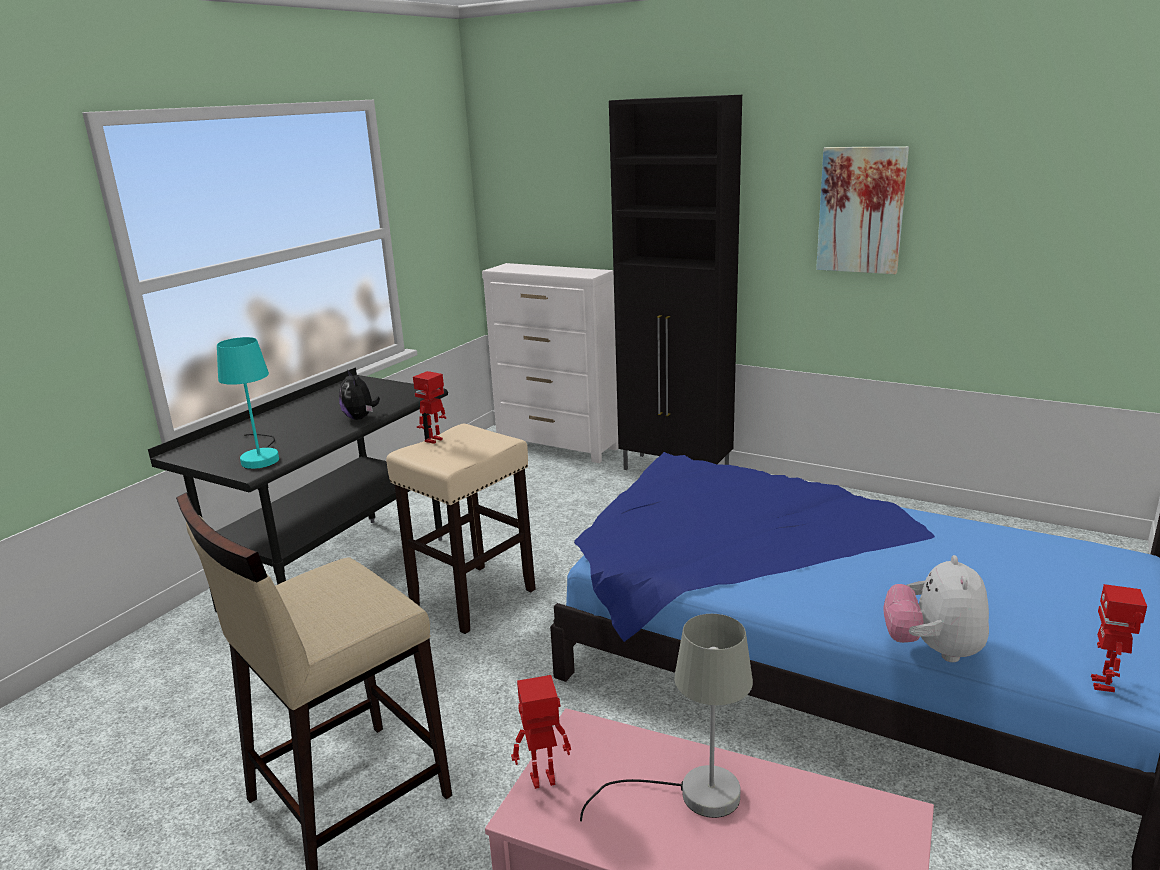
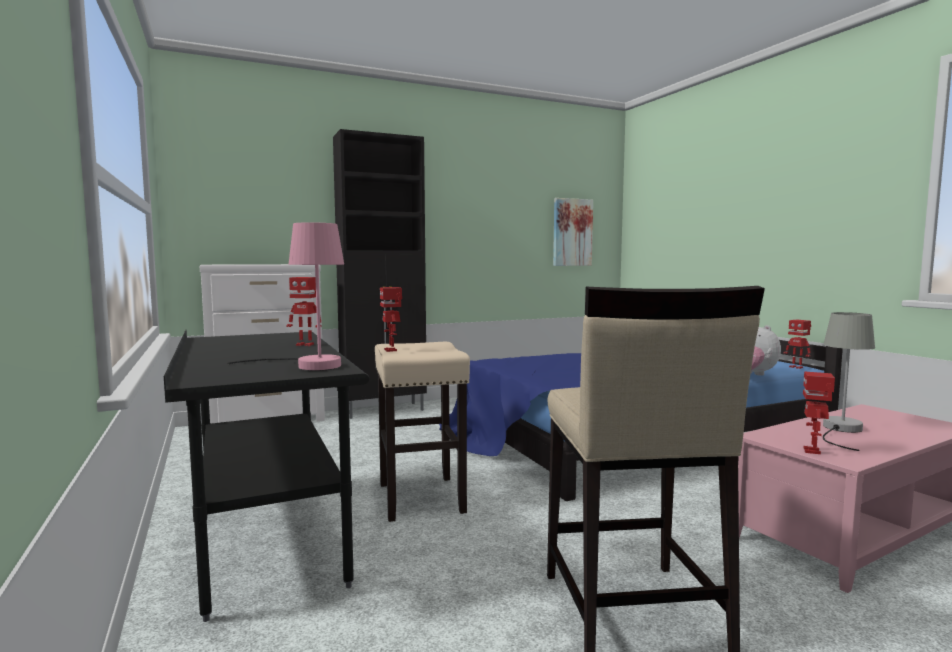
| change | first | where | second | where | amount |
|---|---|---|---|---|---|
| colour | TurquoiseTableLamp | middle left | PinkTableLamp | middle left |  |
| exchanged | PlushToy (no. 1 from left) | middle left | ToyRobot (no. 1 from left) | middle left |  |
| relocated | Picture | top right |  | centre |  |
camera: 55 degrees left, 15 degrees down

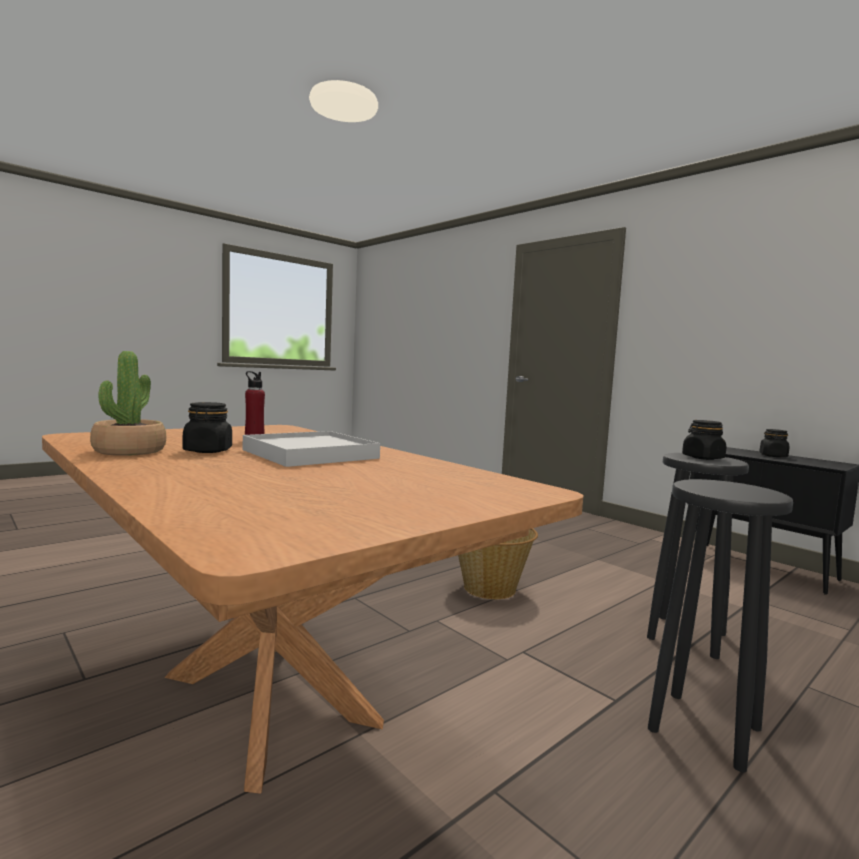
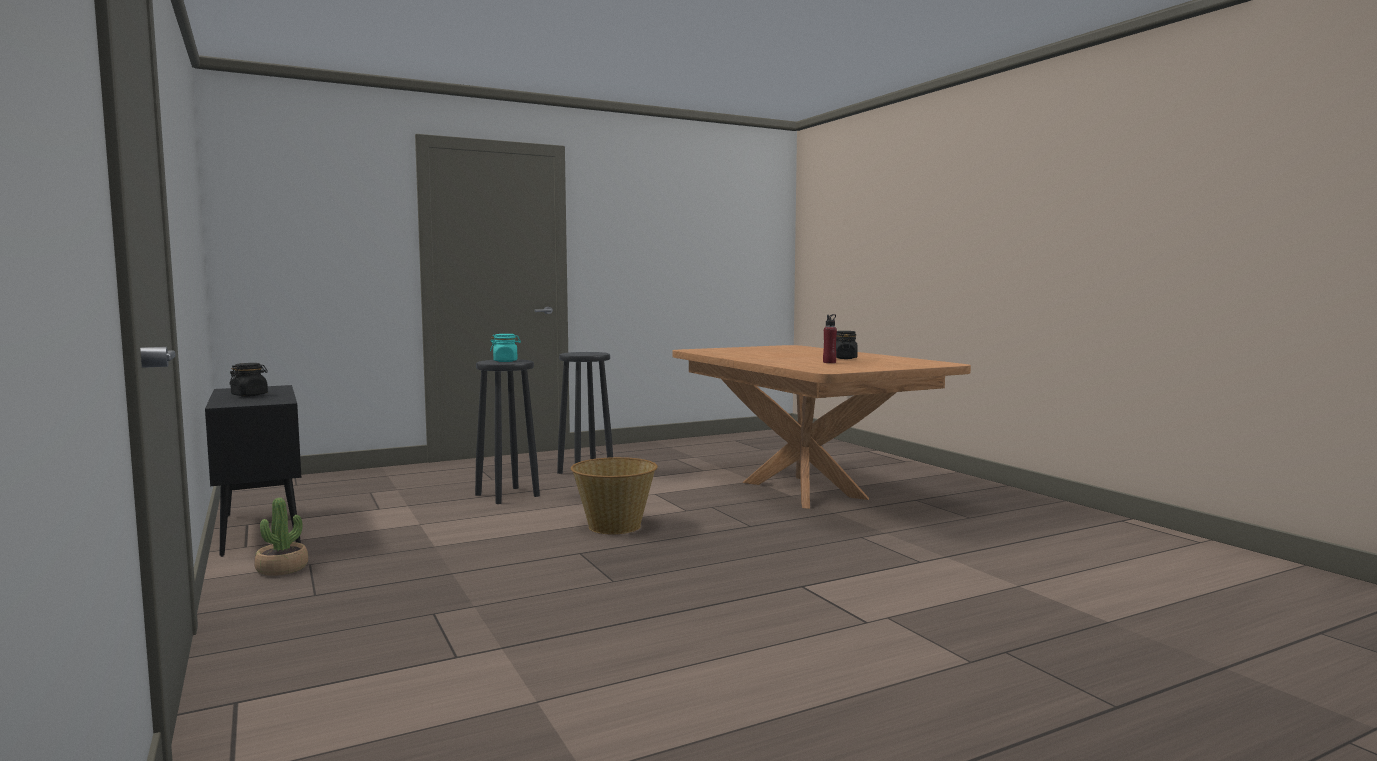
| change | first | where | second | where | amount |
|---|---|---|---|---|---|
| relocated | PottedPlant | middle left |  | bottom left |  |
| colour | BlackJar (no. 2 from left) | middle right | TurquoiseJar | centre |  |
| missing | WhiteTray | centre |  |  |  |
camera: 165 degrees left, 0 degrees up

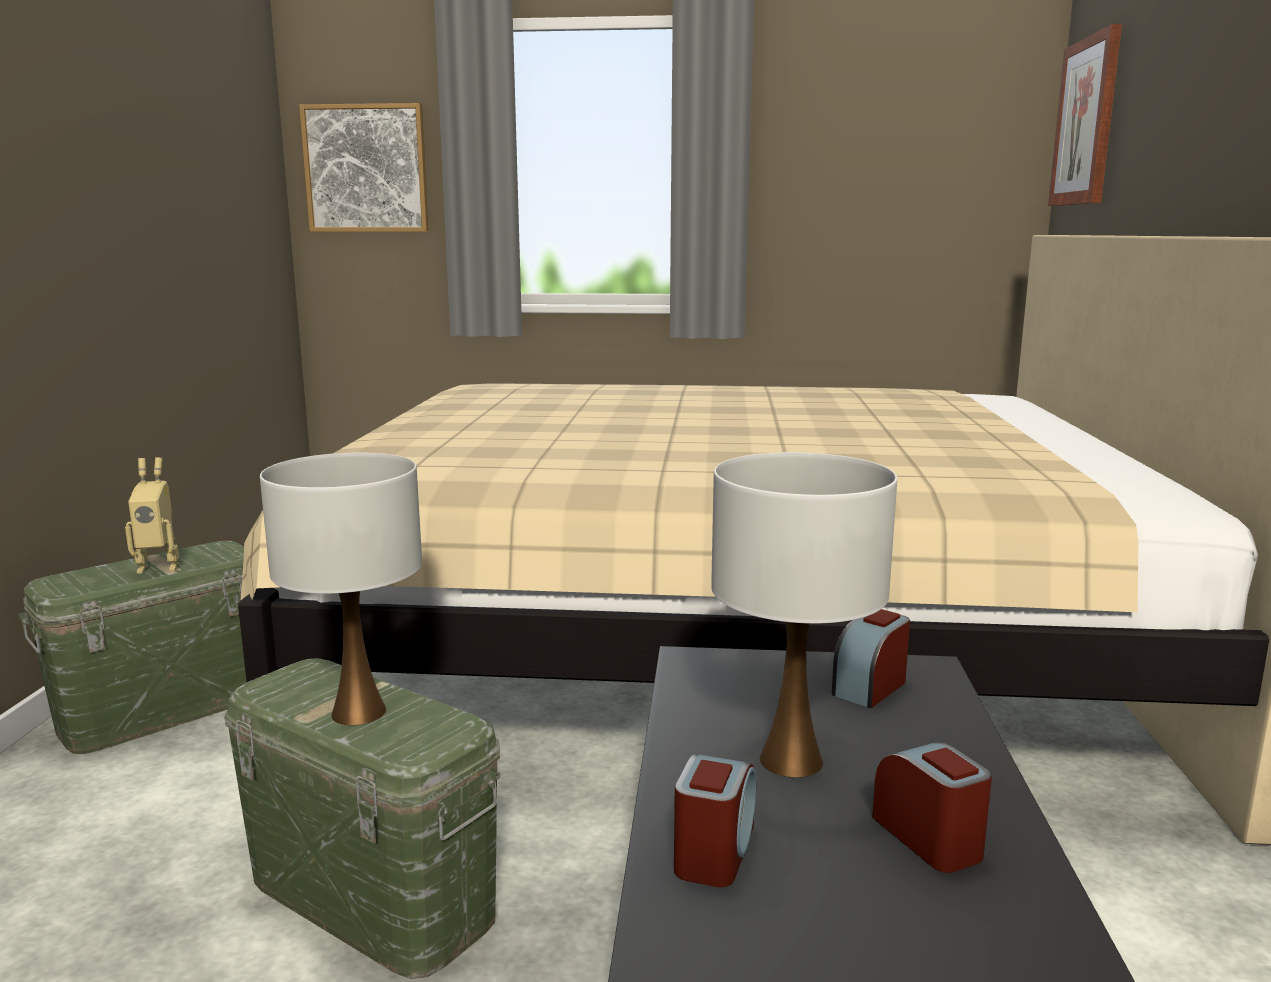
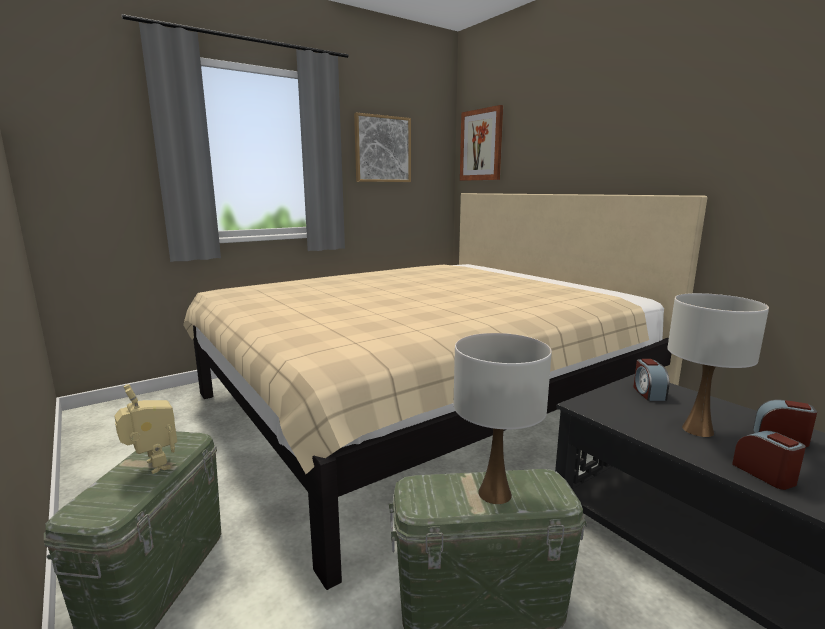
| change | first | where | second | where | amount |
|---|---|---|---|---|---|
| spun | ToyRobot | middle left |  | bottom left | 75 degrees counterclockwise |
| relocated | Picture (no. 1 from left) | top left |  | top centre |  |
camera: 40 degrees left, 0 degrees up

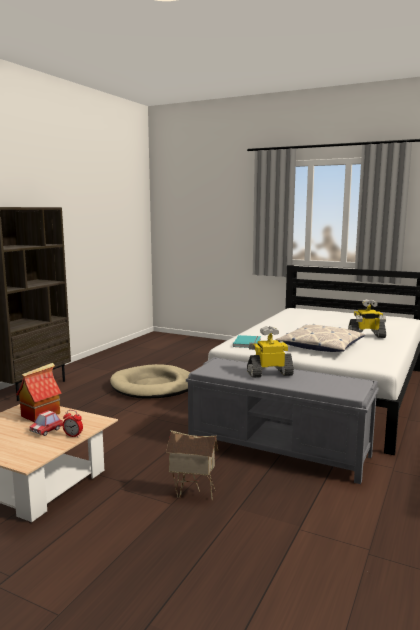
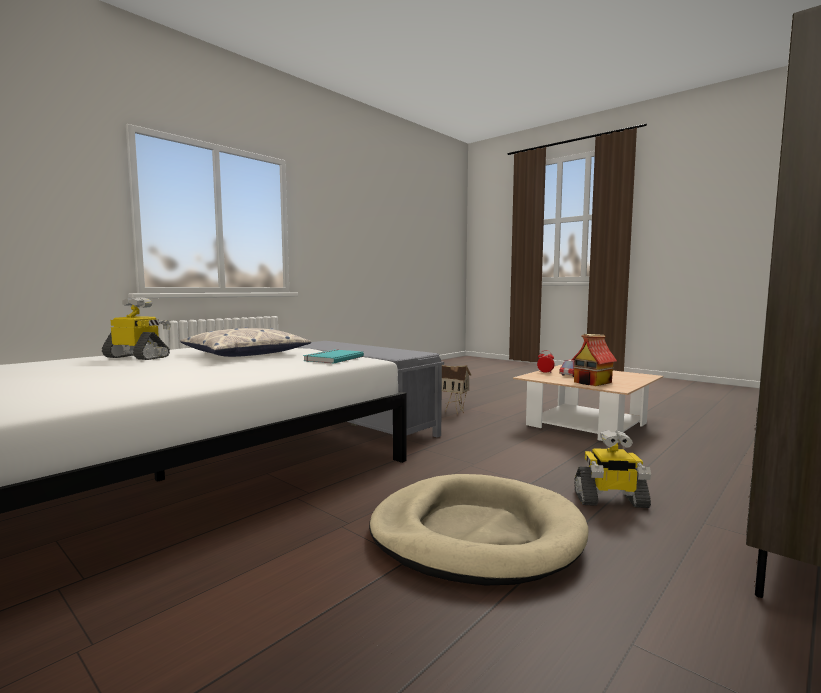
| change | first | where | second | where | amount |
|---|---|---|---|---|---|
| relocated | ToyRobot (no. 1 from left in the first image) | centre | ToyRobot (no. 2 from left) | bottom right |  |
camera: 165 degrees left, 5 degrees down

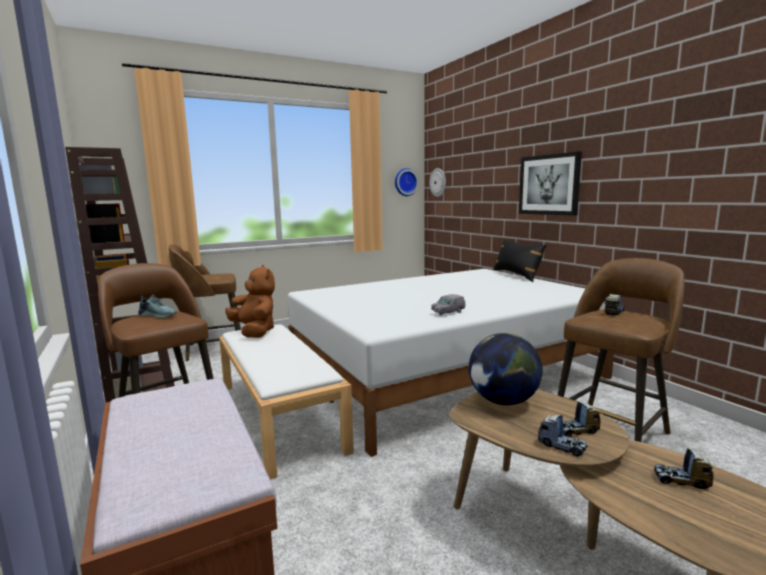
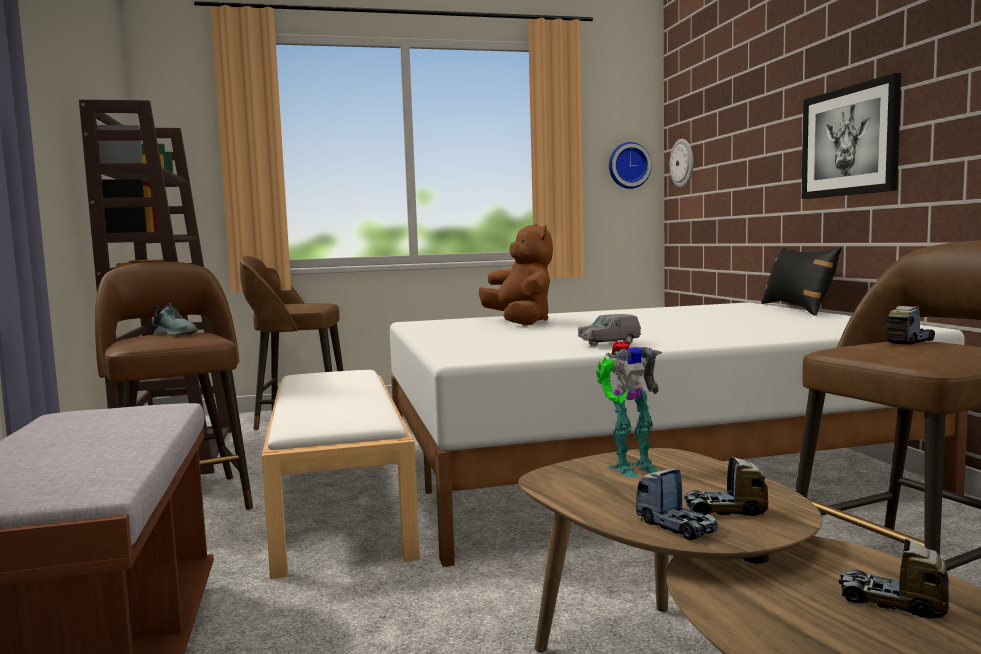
| change | first | where | second | where | amount |
|---|---|---|---|---|---|
| relocated | BrownPlushToy | middle left |  | centre |  |
| exchanged | Globe | centre | ToyRobot | centre |  |
camera: 15 degrees right, 5 degrees down

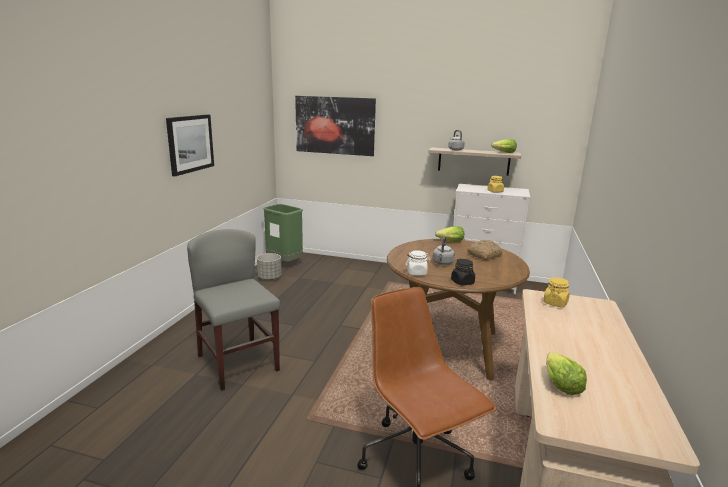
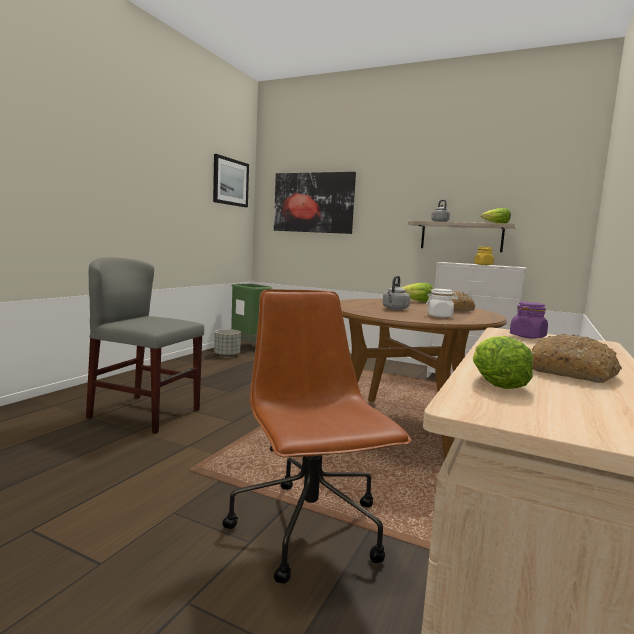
| change | first | where | second | where | amount |
|---|---|---|---|---|---|
| spun | GreyChair | middle left |  | middle left | 45 degrees counterclockwise |
| relocated | Picture (no. 1 from left) | top left |  | top centre |  |
| relocated | WhiteJar | centre |  | middle right |  |
| colour | YellowJar (no. 2 from left) | middle right | PurpleJar | middle right |  |
| appeared |  |  | Bread (no. 2 from left) | middle right |  |
| missing | BlackJar | centre |  |  |  |
camera: 10 degrees right, 10 degrees down

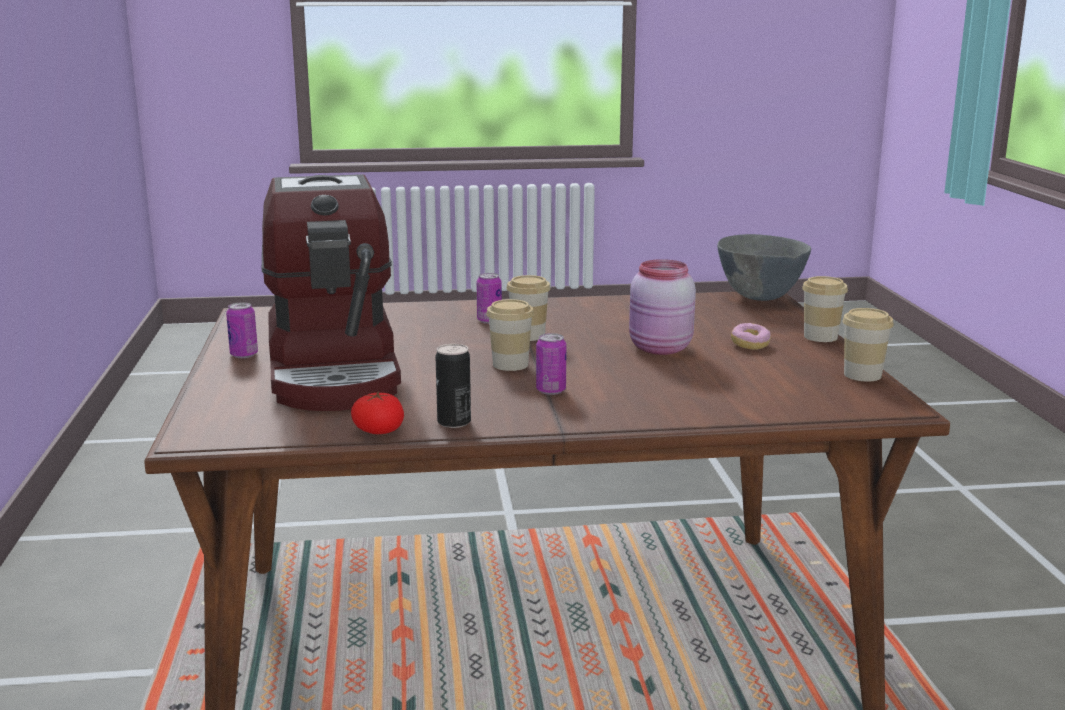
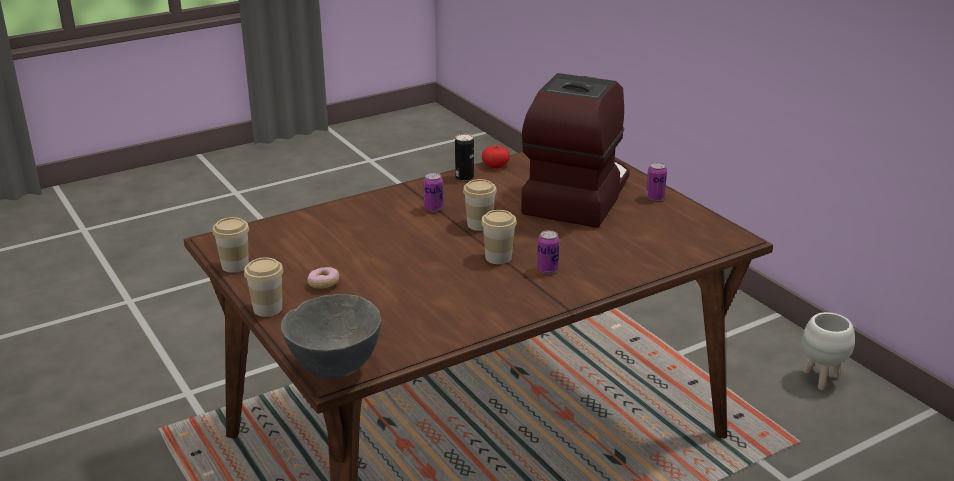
| change | first | where | second | where | amount |
|---|---|---|---|---|---|
| spun | CoffeeMachine | middle left |  | top centre | 60 degrees clockwise |
| appeared |  |  | WhitePlanter | bottom right |  |
| missing | PinkJar | centre |  |  |  |
camera: 155 degrees right, 10 degrees up

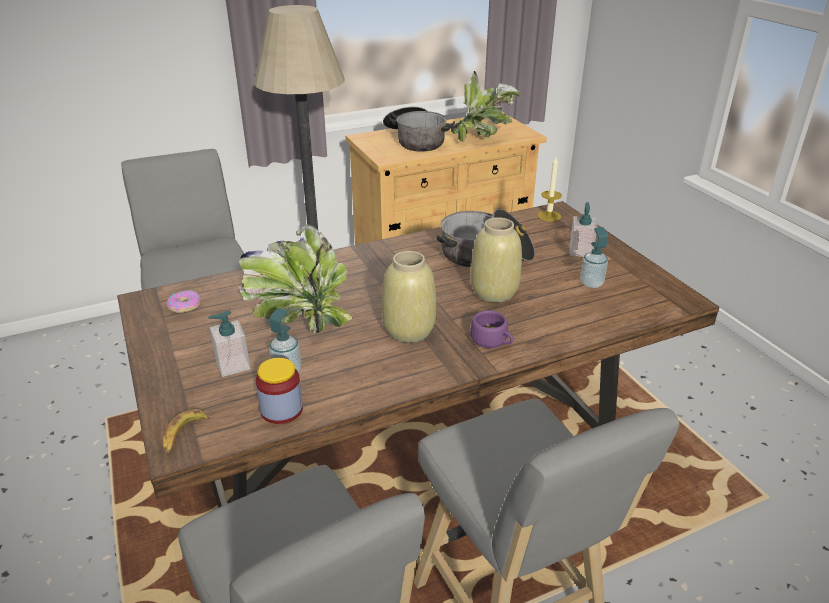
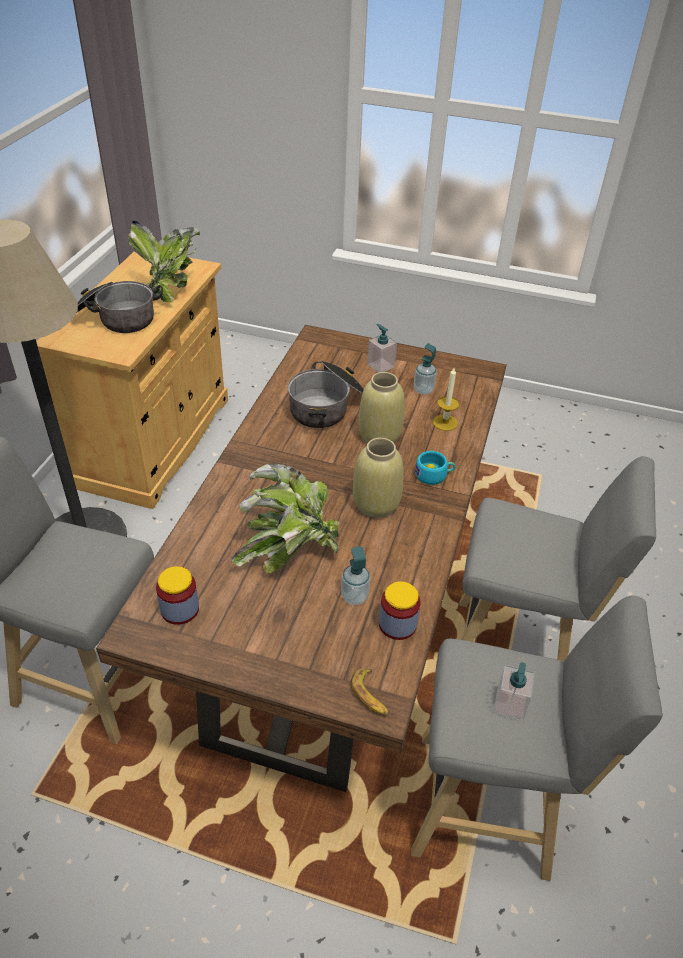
| change | first | where | second | where | amount |
|---|---|---|---|---|---|
| exchanged | Donut | middle left | Jar (no. 1 from left) | middle left |  |
| colour | PurpleCup | centre | TurquoiseCup | centre |  |
| relocated | Candle | top centre |  | centre |  |
| relocated | SoapDispenser (no. 1 from left in the first image) | middle left | SoapDispenser (no. 4 from left) | bottom right |  |
camera: 50 degrees left, 10 degrees up

